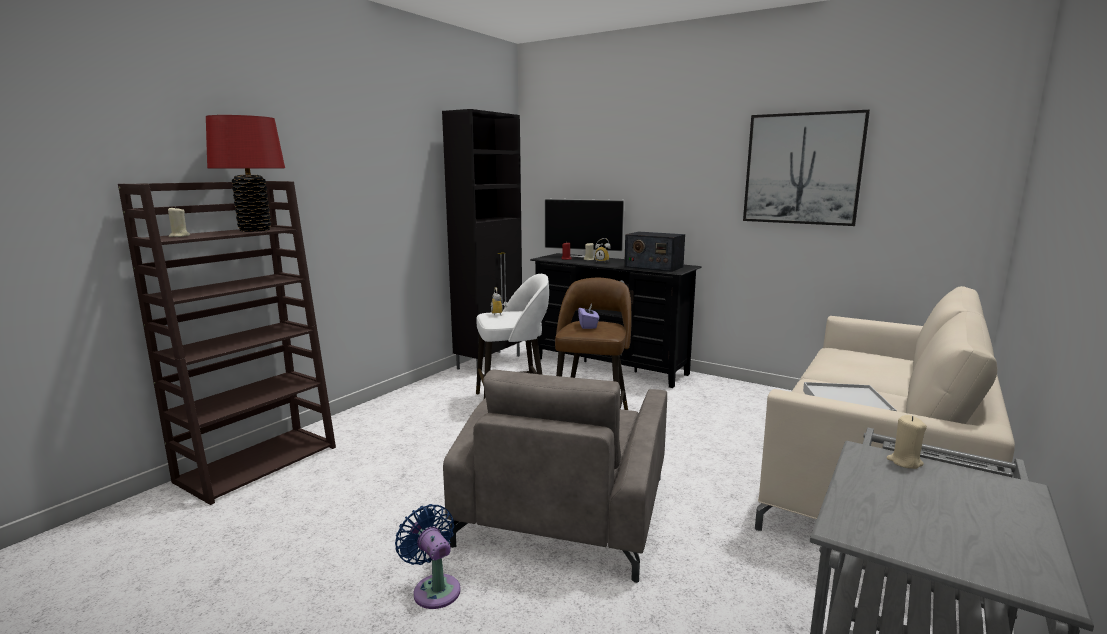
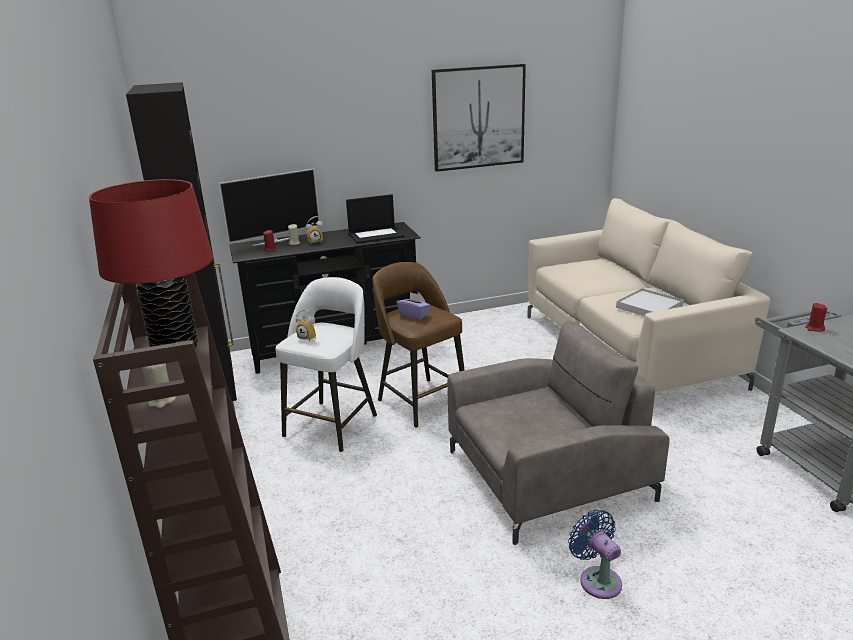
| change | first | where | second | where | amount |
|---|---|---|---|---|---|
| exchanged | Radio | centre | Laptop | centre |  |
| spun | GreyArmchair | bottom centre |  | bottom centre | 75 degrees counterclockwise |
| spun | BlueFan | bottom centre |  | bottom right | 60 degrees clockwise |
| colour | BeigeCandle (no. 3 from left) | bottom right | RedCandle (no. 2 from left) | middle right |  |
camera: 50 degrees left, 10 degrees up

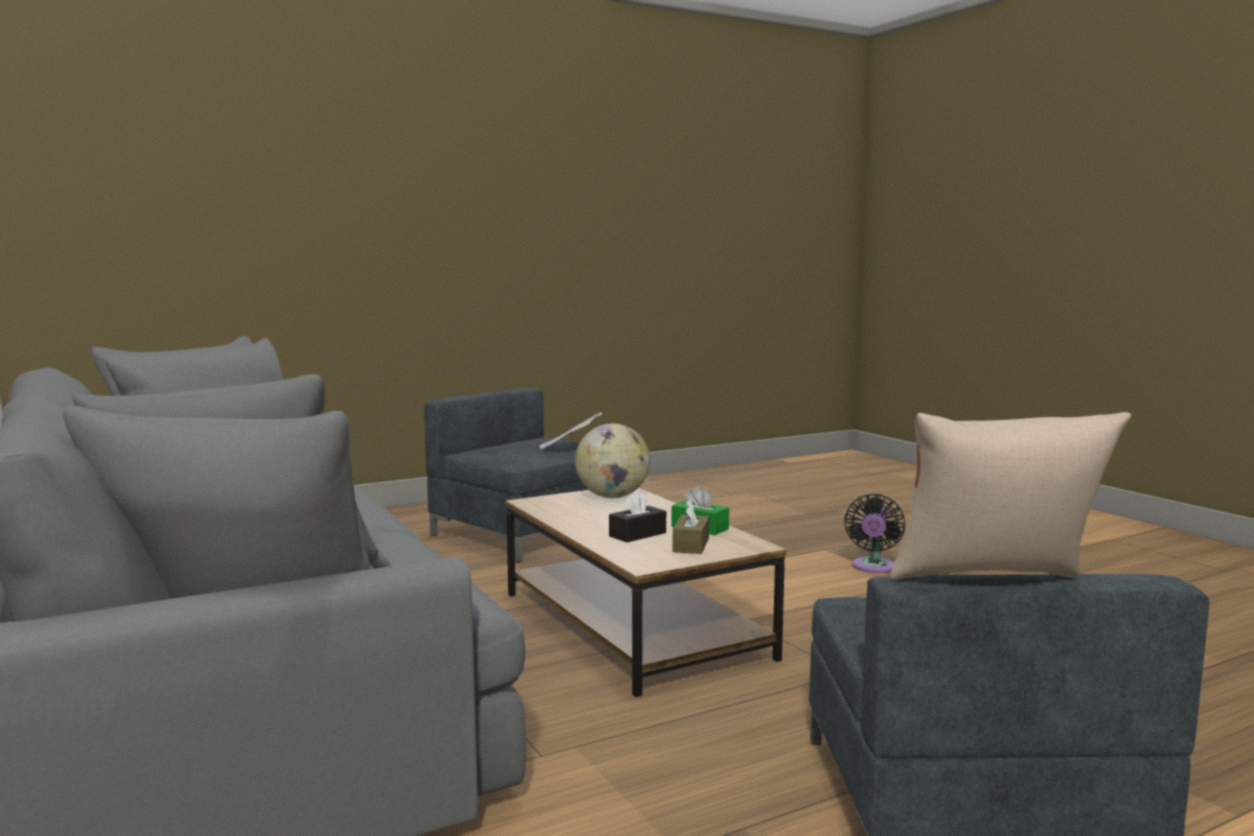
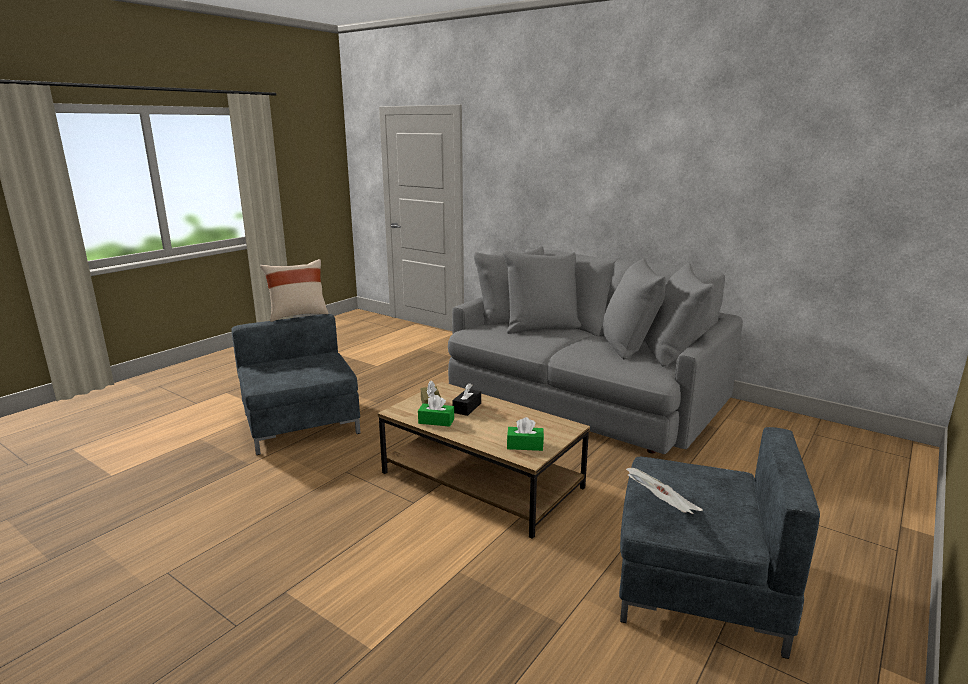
| change | first | where | second | where | amount |
|---|---|---|---|---|---|
| exchanged | Globe | centre | GreenTissueBox (no. 2 from left) | centre |  |
| missing | BlackFan | middle right |  |  |  |
camera: 155 degrees right, 10 degrees up

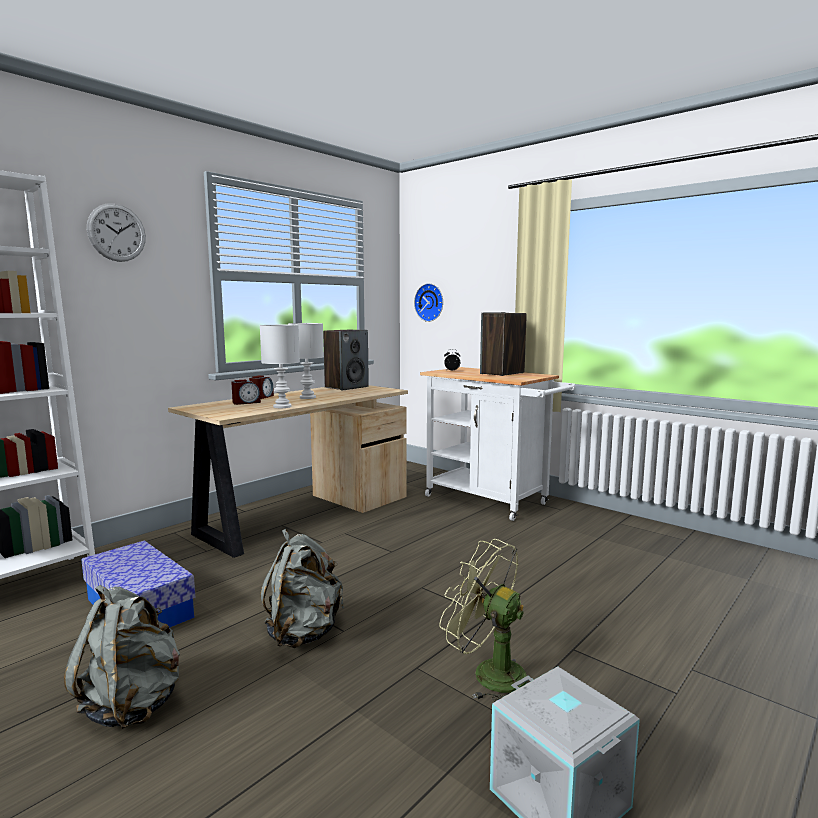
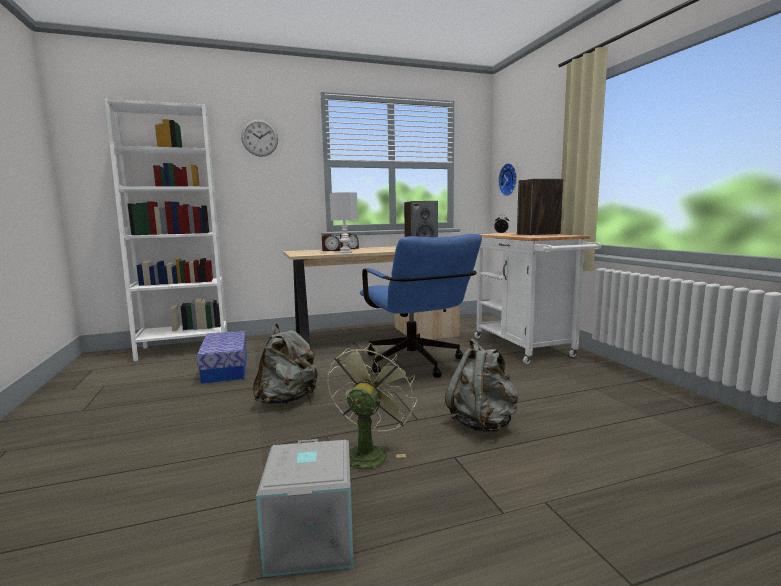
| change | first | where | second | where | amount |
|---|---|---|---|---|---|
| spun | GreenFan | bottom centre |  | bottom centre | 45 degrees clockwise |
| appeared |  |  | BlueOfficeChair | centre |  |
| relocated | GreyBackpack (no. 1 from left in the first image) | bottom left | GreyBackpack (no. 2 from left) | centre |  |
| missing | WhiteTableLamp (no. 2 from left) | centre |  |  |  |
camera: 30 degrees right, 0 degrees up

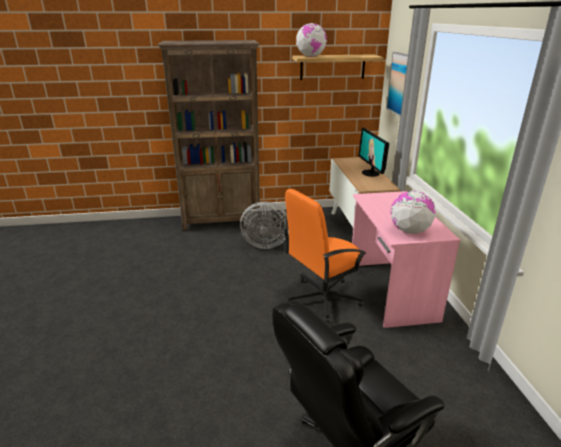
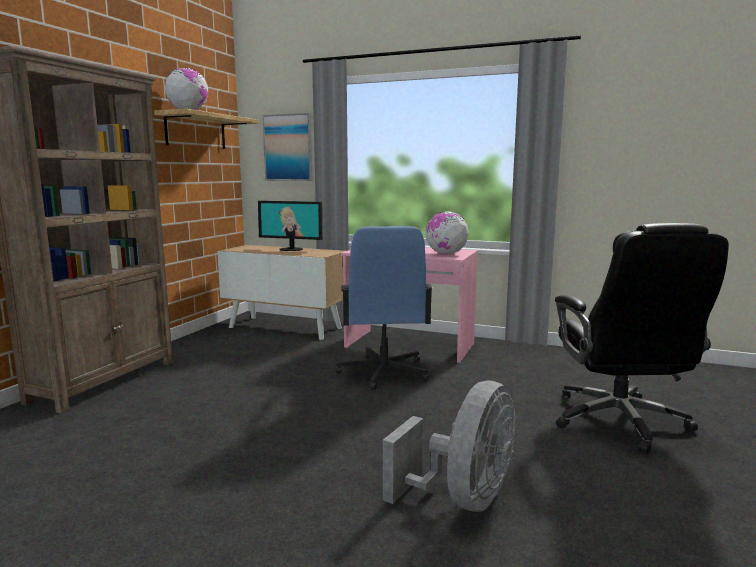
| change | first | where | second | where | amount |
|---|---|---|---|---|---|
| colour | OrangeOfficeChair | centre | BlueOfficeChair | centre |  |
| relocated | GreyFan | centre |  | bottom centre |  |
camera: 60 degrees left, 15 degrees down

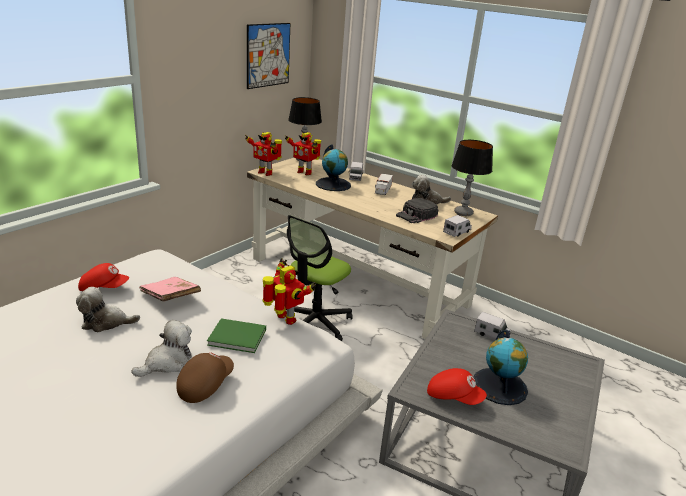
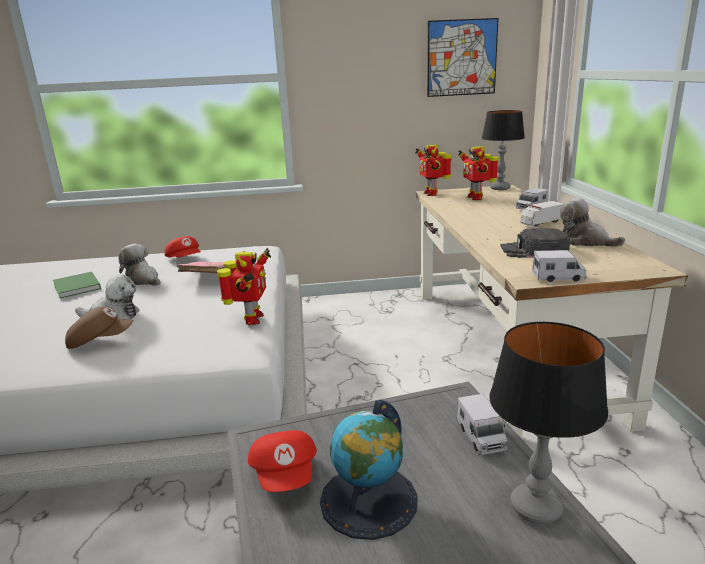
| change | first | where | second | where | amount |
|---|---|---|---|---|---|
| relocated | GreenBook | bottom centre |  | middle left |  |
| relocated | TableLamp (no. 2 from left) | middle right |  | bottom right |  |
| missing | OfficeChair | centre |  |  |  |
| missing | Globe (no. 1 from left) | centre |  |  |  |
camera: 50 degrees right, 5 degrees down

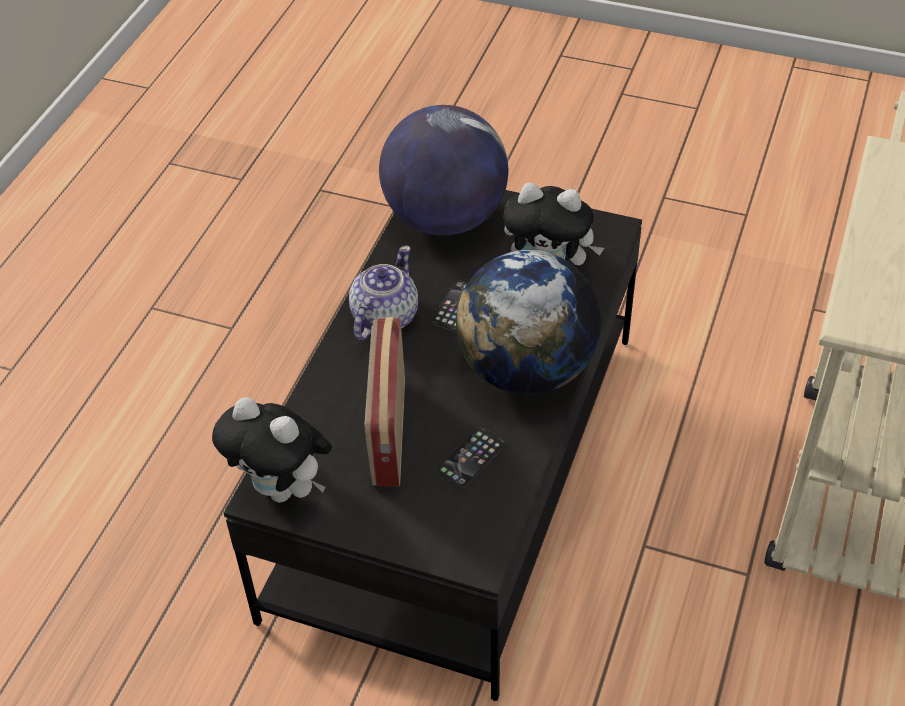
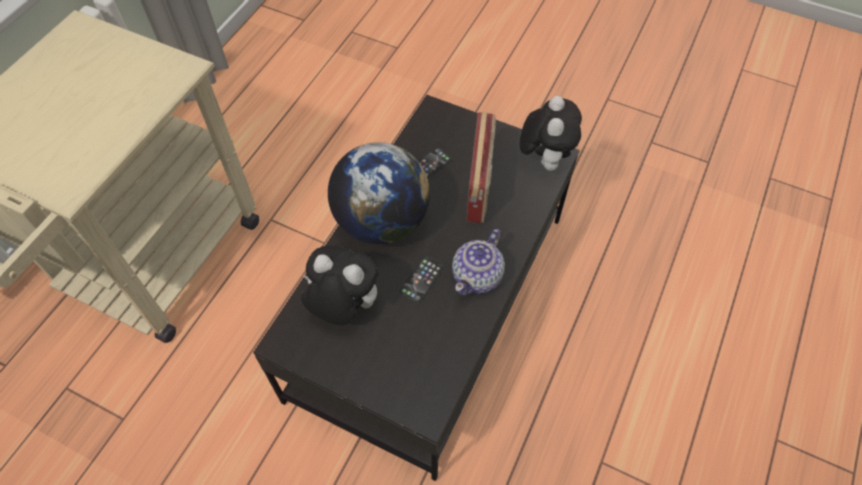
| change | first | where | second | where | amount |
|---|---|---|---|---|---|
| spun | PlushToy (no. 1 from left in the first image) | middle left | PlushToy (no. 2 from left) | top centre | 60 degrees clockwise |
| missing | Globe (no. 1 from left) | top centre |  |  |  |
camera: 175 degrees left, 10 degrees up

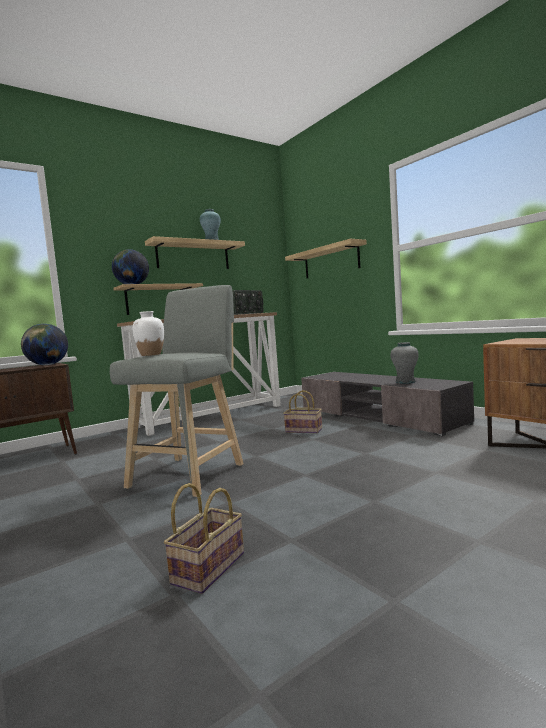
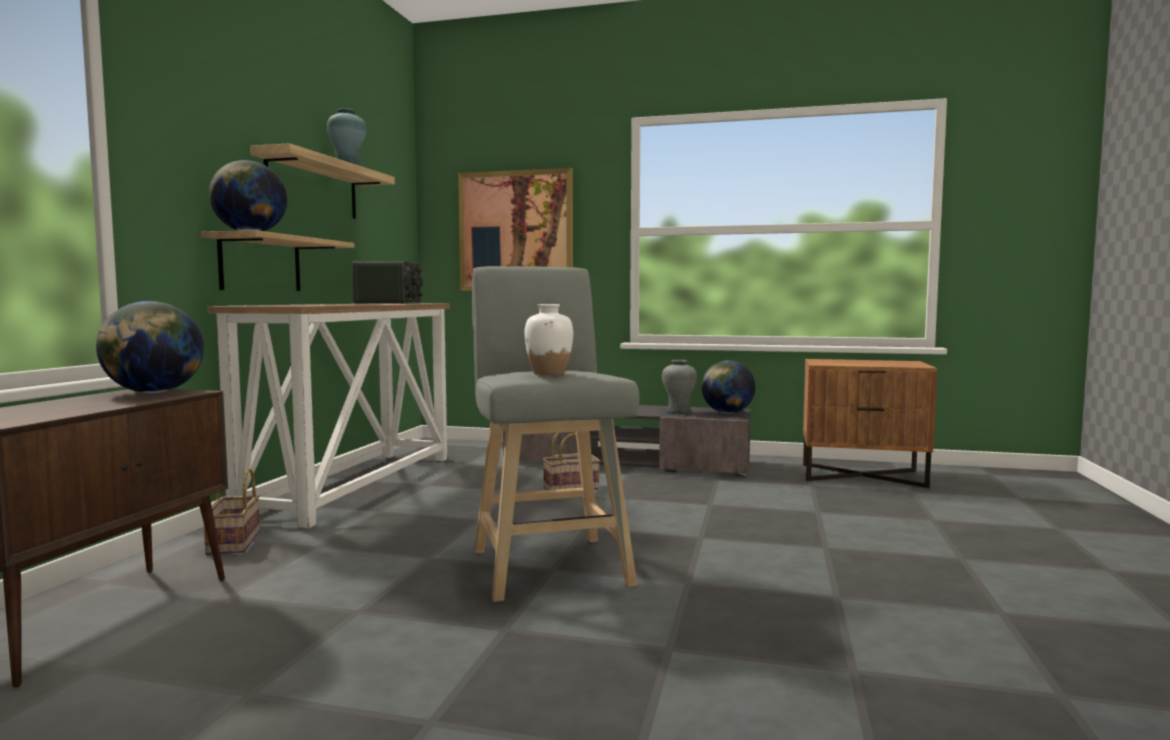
| change | first | where | second | where | amount |
|---|---|---|---|---|---|
| relocated | Basket (no. 1 from left) | bottom centre |  | bottom left |  |
| exchanged | Shelf (no. 3 from left) | centre | Picture | top centre |  |
| appeared |  |  | Globe (no. 3 from left) | centre |  |
camera: 40 degrees left, 0 degrees up

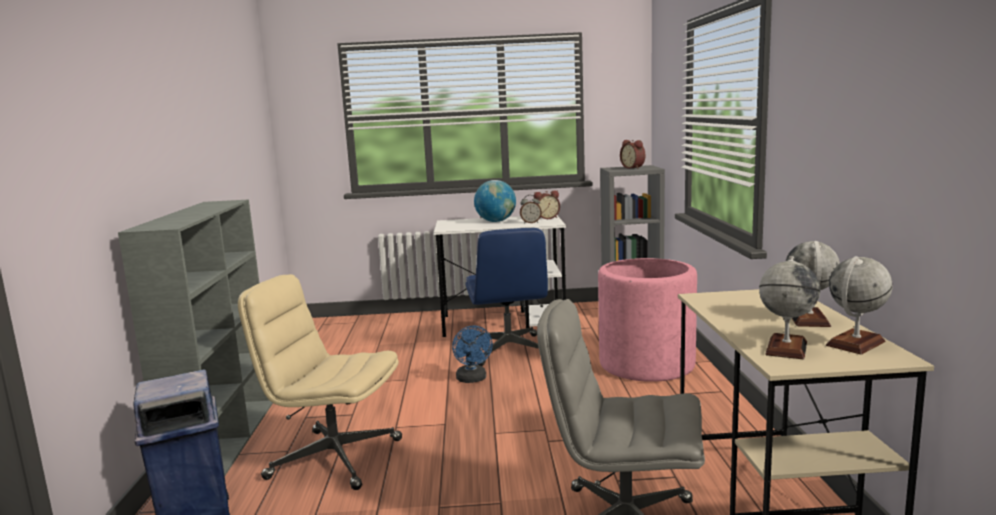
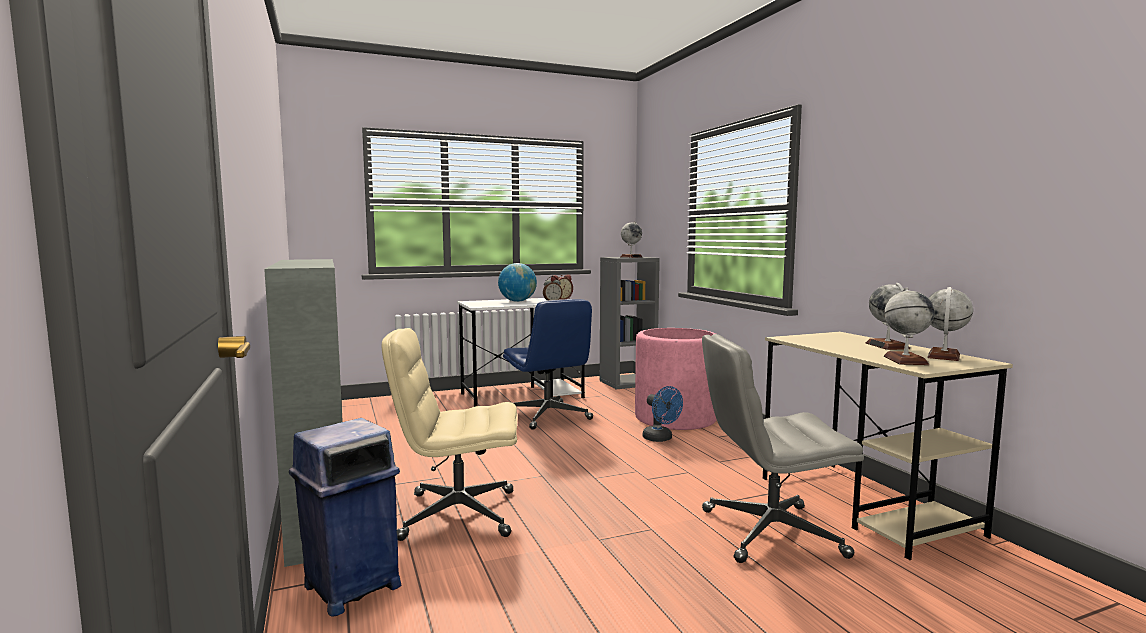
| change | first | where | second | where | amount |
|---|---|---|---|---|---|
| exchanged | AlarmClock (no. 3 from left) | top centre | Globe (no. 2 from left) | centre |  |
| relocated | BlueFan | bottom centre |  | centre |  |
camera: 20 degrees left, 5 degrees down

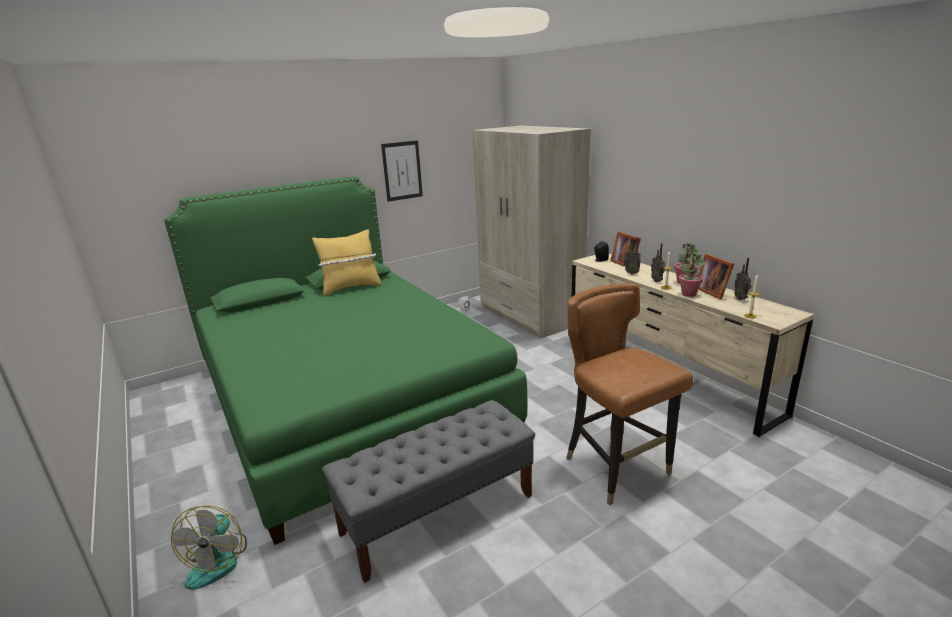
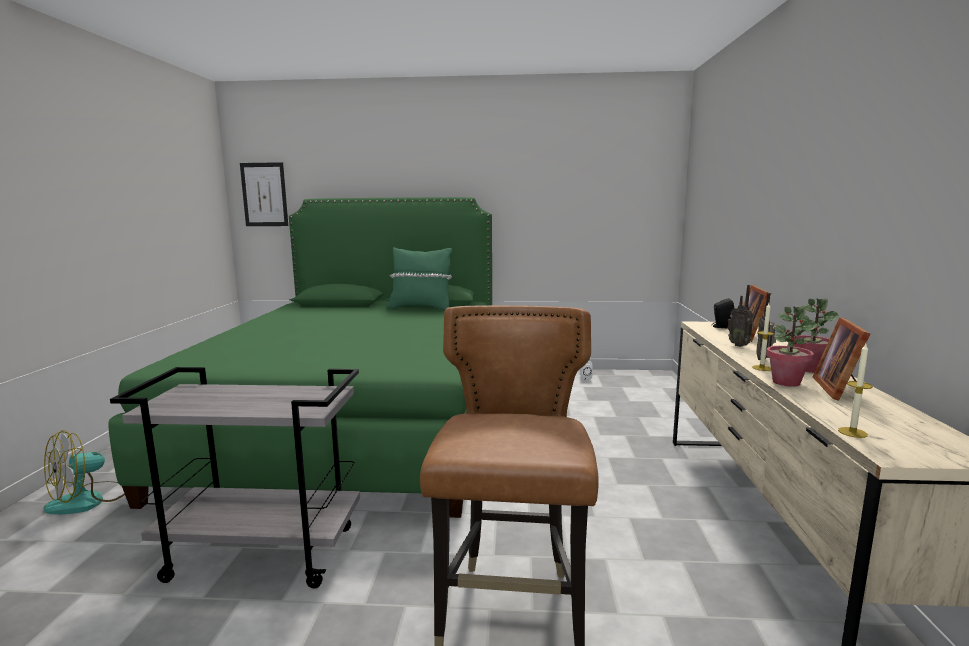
| change | first | where | second | where | amount |
|---|---|---|---|---|---|
| exchanged | GreyBench | bottom centre | GreyCart | bottom left |  |
| relocated | Picture | top centre |  | top left |  |
| colour | YellowPillow | centre | GreenPillow | centre |  |
| missing | BeigeWardrobe | centre |  |  |  |
| missing | Radio (no. 3 from left) | middle right |  |  |  |
camera: 35 degrees right, 10 degrees down

